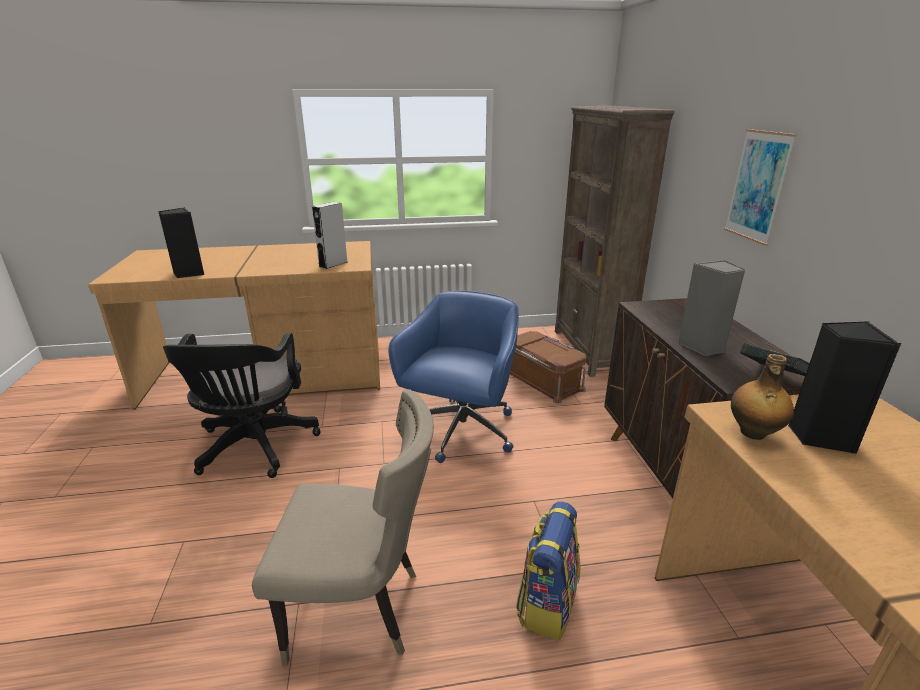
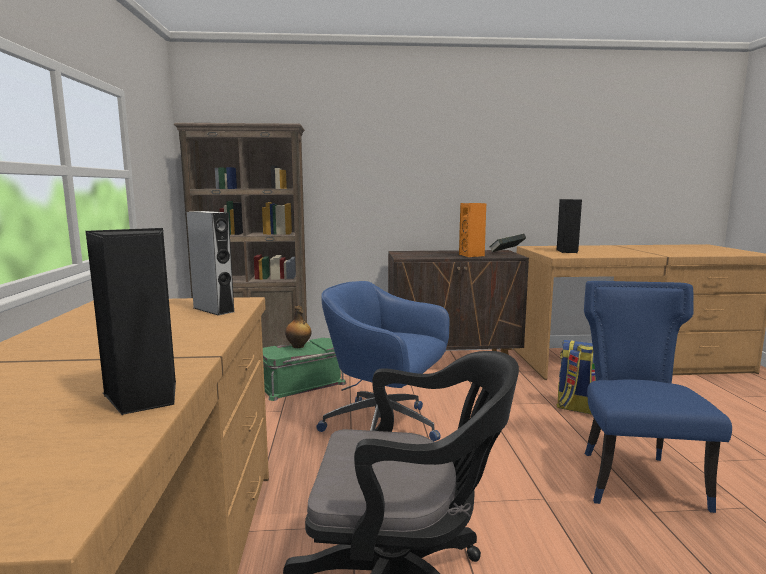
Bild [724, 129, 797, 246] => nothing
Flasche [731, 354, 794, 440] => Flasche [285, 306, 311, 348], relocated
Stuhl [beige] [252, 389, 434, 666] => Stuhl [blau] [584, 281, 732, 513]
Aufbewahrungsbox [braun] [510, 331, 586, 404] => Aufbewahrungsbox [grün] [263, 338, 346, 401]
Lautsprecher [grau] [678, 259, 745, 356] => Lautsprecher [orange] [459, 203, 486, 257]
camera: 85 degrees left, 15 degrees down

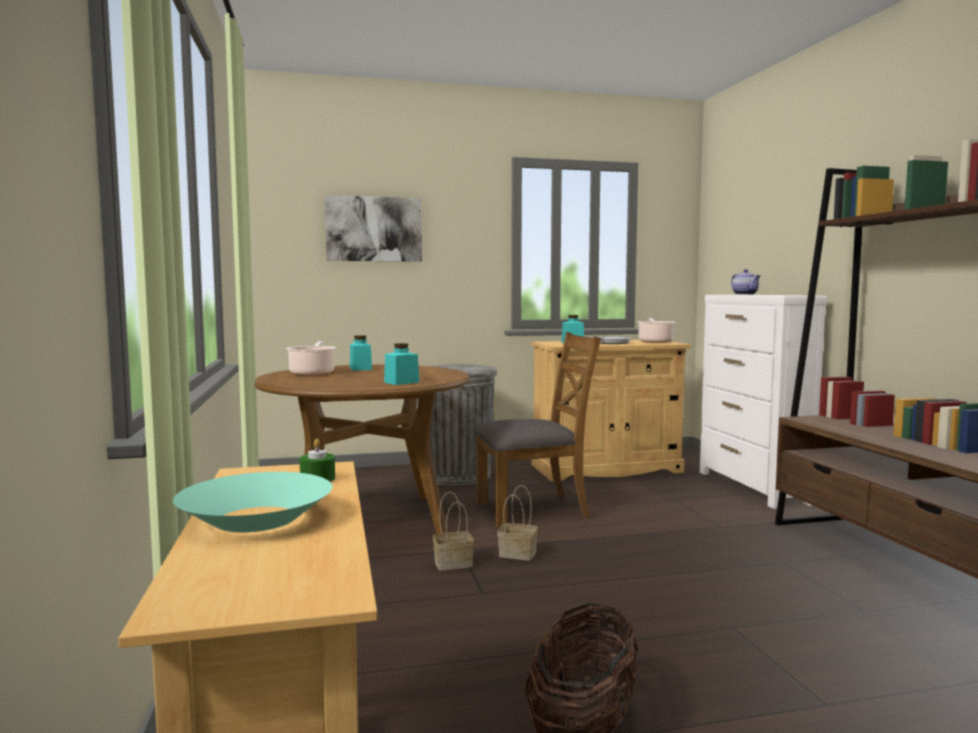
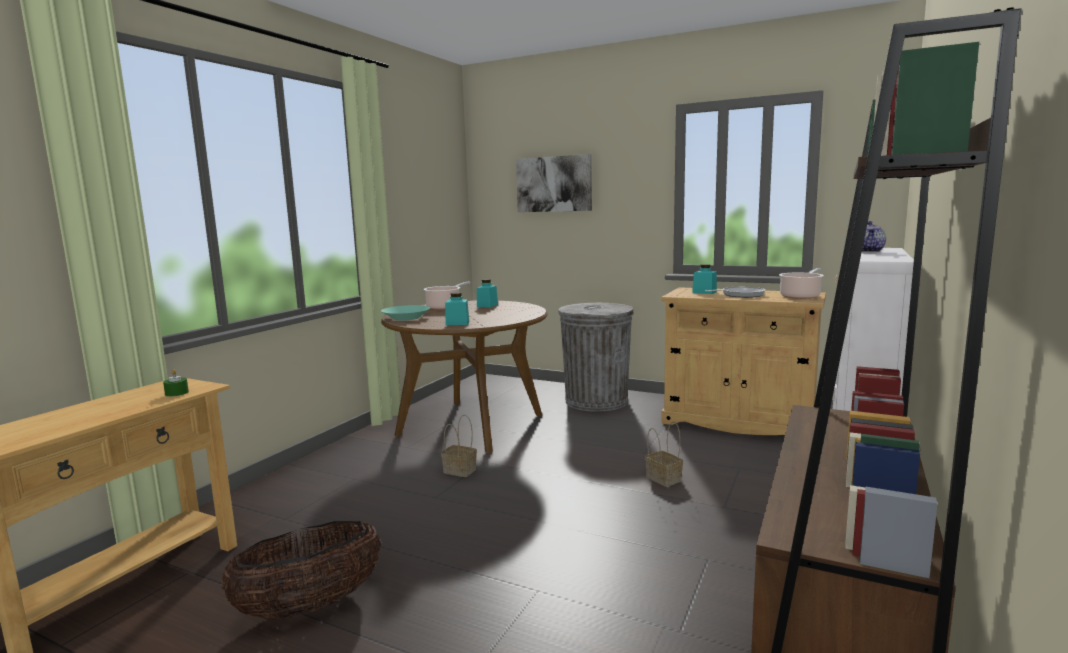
Stuhl [braun] [474, 332, 601, 528] => nothing
Schüssel [türkis] [173, 472, 332, 532] => Schüssel [türkis] [381, 305, 430, 321], relocated
Korb [497, 485, 538, 561] => Korb [645, 422, 683, 487], relocated
camera: 40 degrees right, 5 degrees up

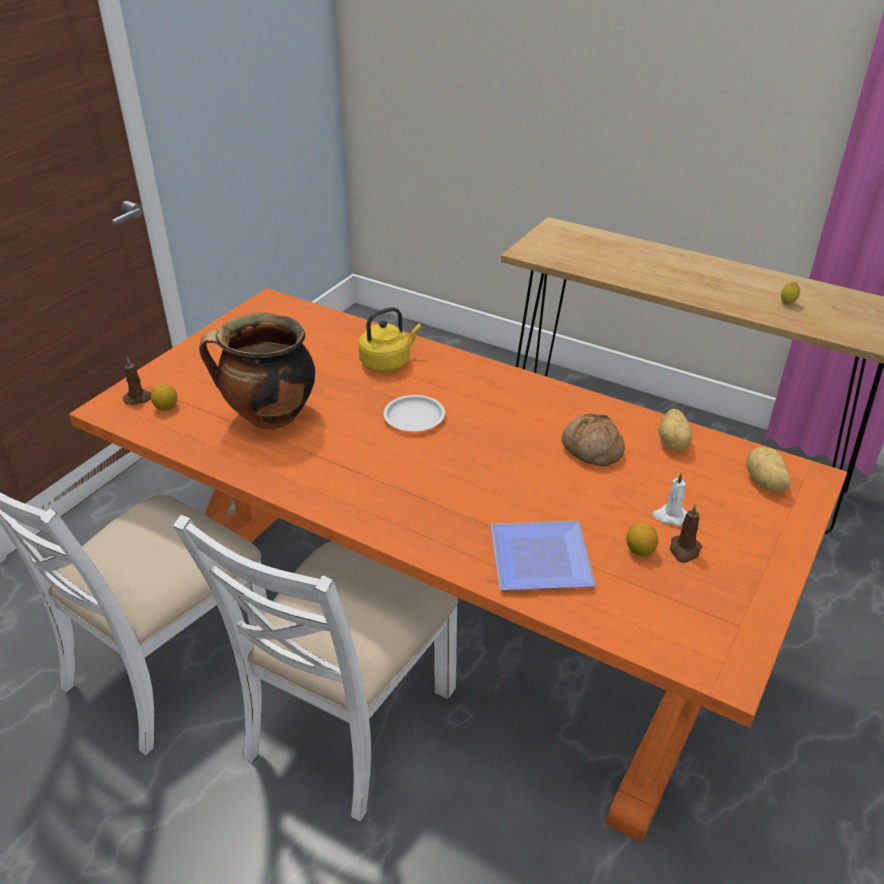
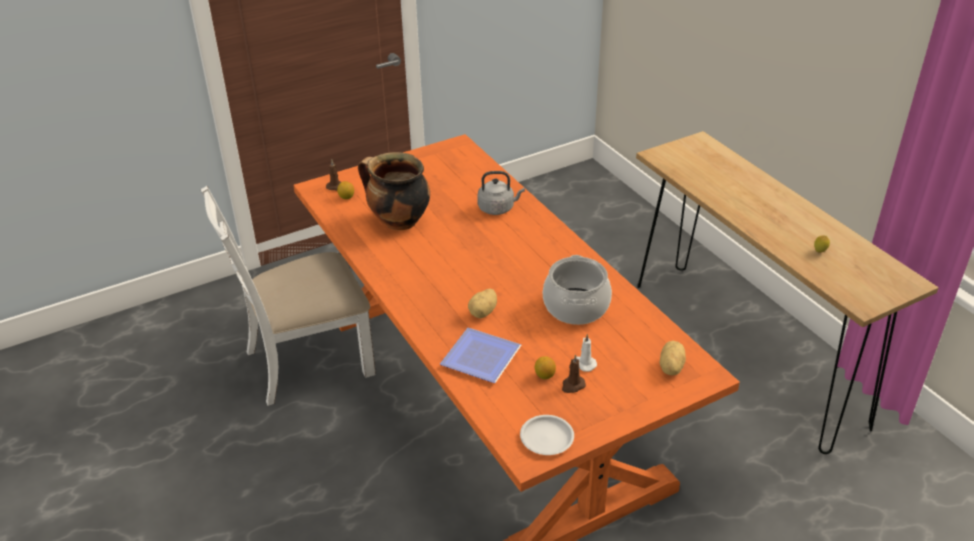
Stuhl [weiß] [173, 514, 458, 821] => nothing
Teller [weiß] [383, 395, 445, 431] => Teller [weiß] [520, 415, 574, 455], relocated
Kartoffel [658, 409, 692, 450] => Kartoffel [468, 289, 497, 318], relocated
Brot [561, 413, 625, 466] => Kochtopf [543, 255, 612, 325]
Wasserkessel [gelb] [359, 307, 421, 372] => Wasserkessel [grau] [477, 171, 525, 215]
camera: 30 degrees right, 0 degrees up

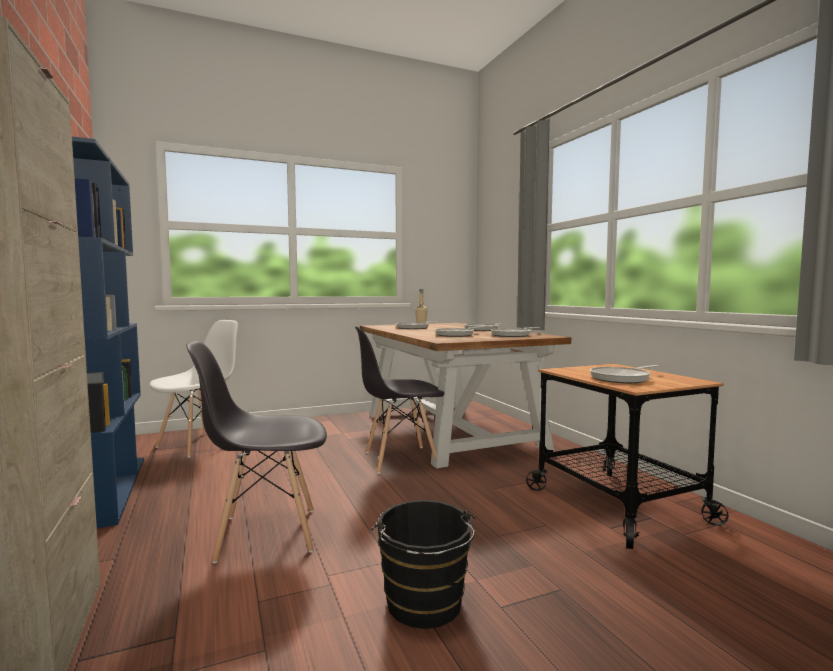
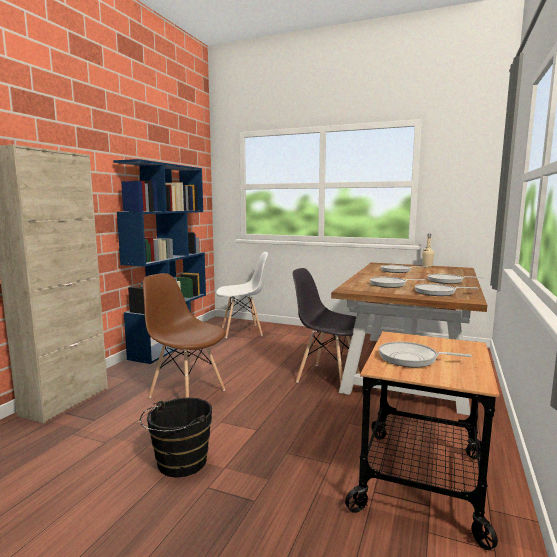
Stuhl [grau] [186, 341, 327, 564] => Stuhl [braun] [143, 273, 225, 398]
camera: 45 degrees right, 5 degrees up

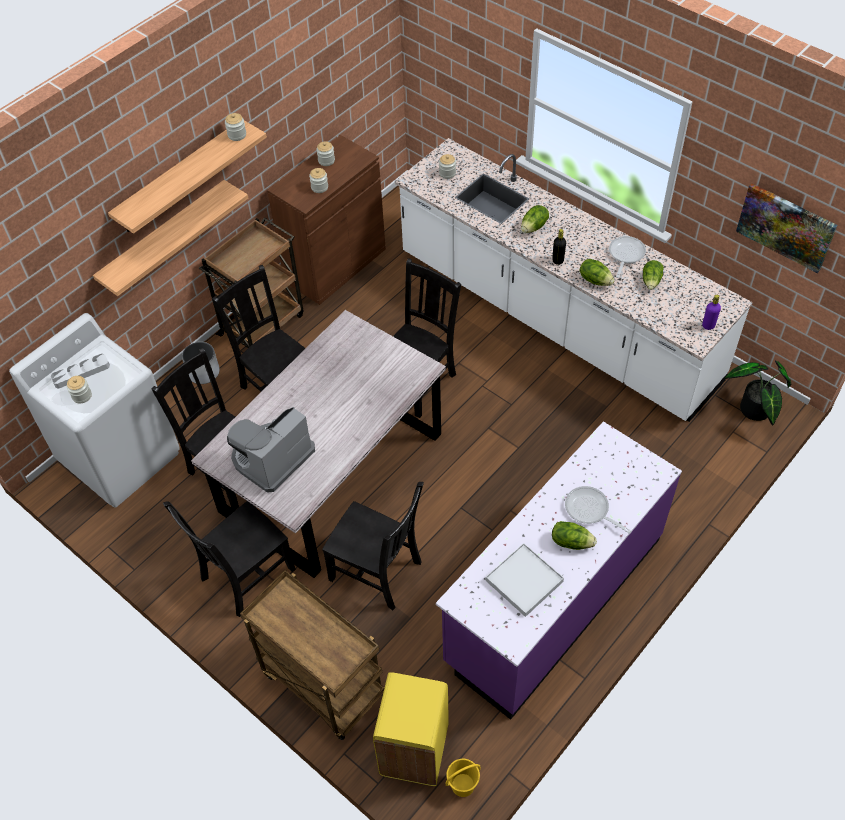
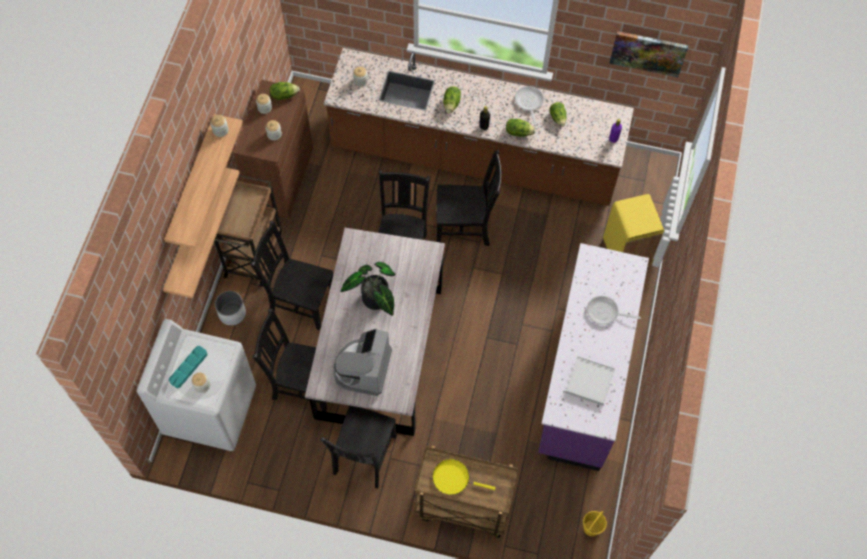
nothing => Pfanne [gelb] [432, 459, 496, 495]
Stuhl [schwarz] [322, 482, 424, 611] => Stuhl [schwarz] [436, 150, 501, 246], relocated
Mülleimer [gelb] [373, 672, 449, 786] => Mülleimer [gelb] [603, 194, 664, 266], relocated
Salatkopf [552, 521, 597, 550] => Salatkopf [270, 82, 300, 100], relocated
Topfpflanze [724, 361, 792, 425] => Topfpflanze [340, 262, 395, 316], relocated
Tablett [grau] [51, 353, 110, 388] => Tablett [türkis] [169, 346, 207, 388]
Küchenzeile [weiß] [395, 138, 753, 422] => Küchenzeile [braun] [324, 48, 634, 206]
camera: 30 degrees left, 10 degrees up

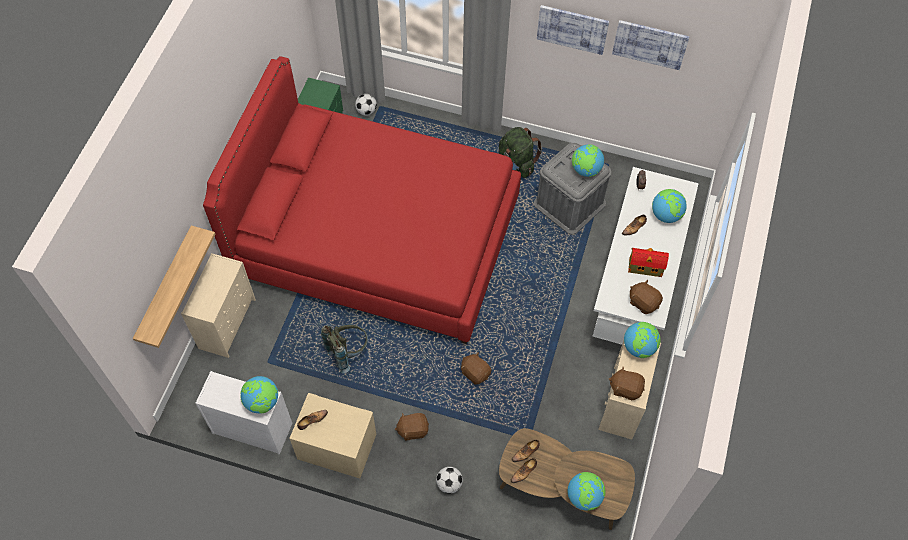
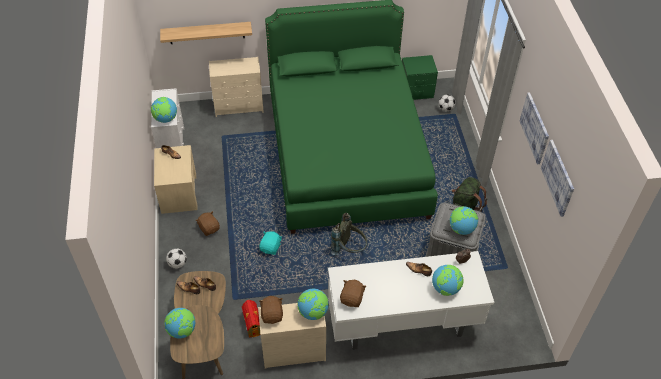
Rucksack [grau] [321, 325, 368, 373] => Rucksack [grau] [331, 213, 367, 255], relocated
Spielzeughaus [628, 248, 669, 277] => Spielzeughaus [242, 300, 261, 338], relocated
Bett [rot] [203, 56, 521, 344] => Bett [grün] [265, 0, 438, 234]
Plüschtier [braun] [461, 352, 491, 385] => Plüschtier [türkis] [259, 231, 282, 255]
camera: 65 degrees right, 10 degrees down

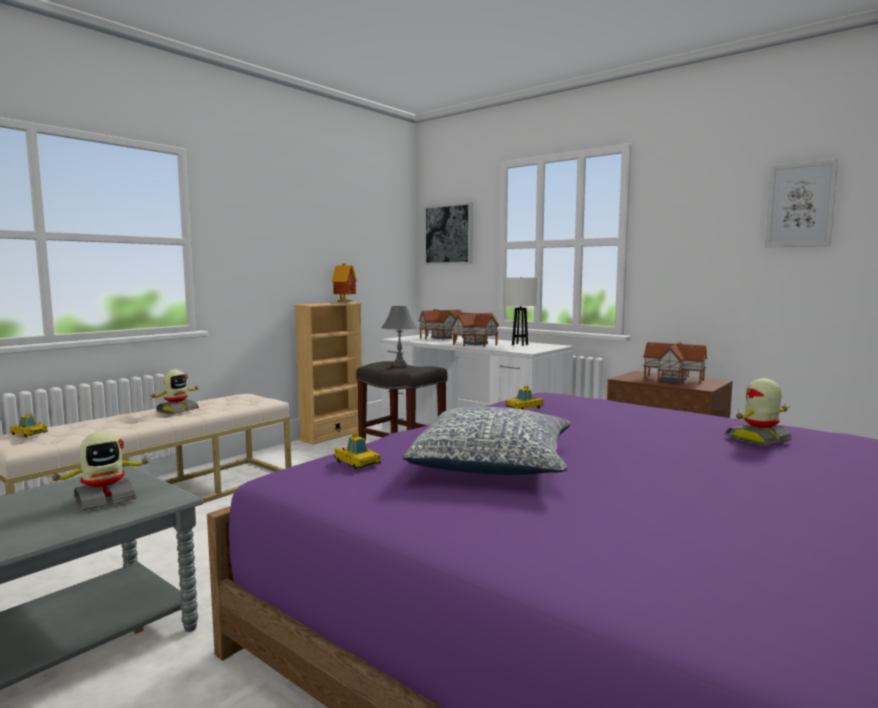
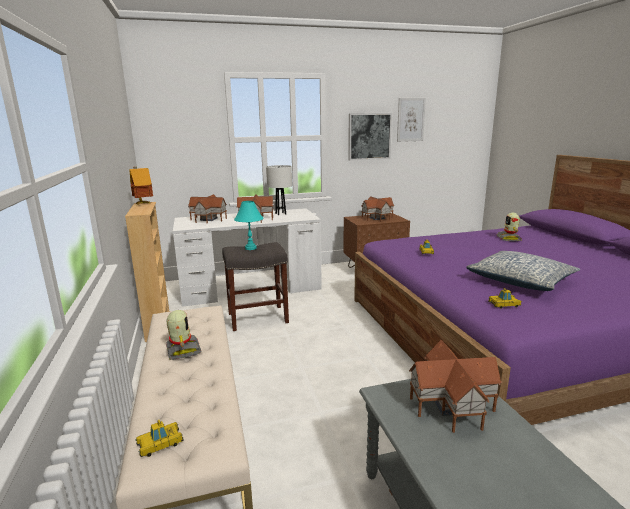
Bild [424, 202, 473, 265] => Bild [348, 113, 392, 160], relocated
Spielzeugroboter [47, 432, 152, 511] => Spielzeughaus [409, 340, 502, 433]
Tischlampe [grau] [381, 306, 417, 367] => Tischlampe [türkis] [234, 201, 263, 250]
camera: 55 degrees left, 10 degrees up

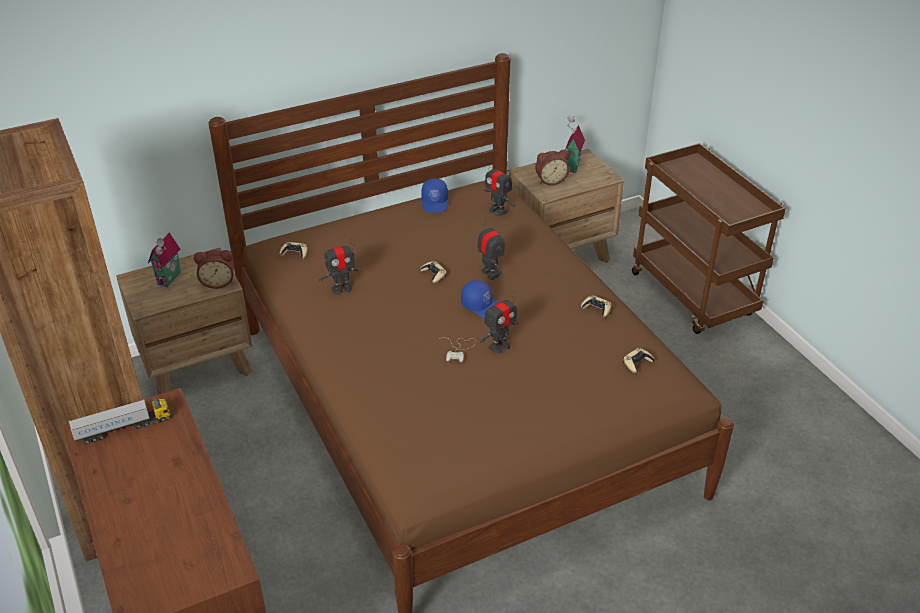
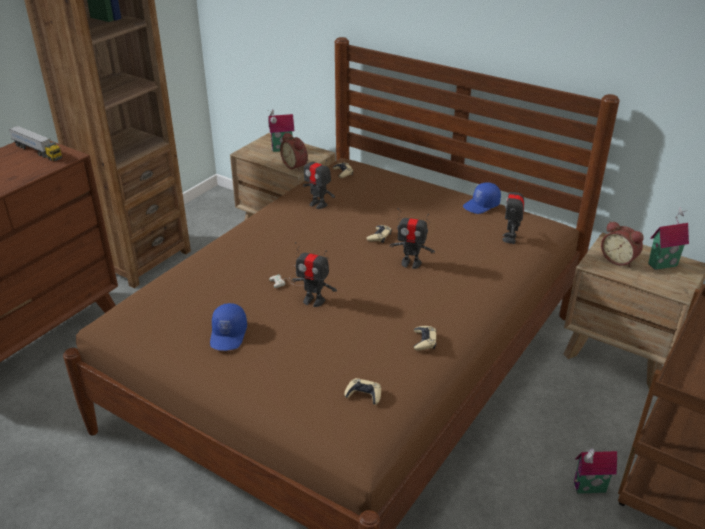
nothing => Spielzeughaus [573, 448, 617, 494]
Kappe [blau] [461, 280, 498, 318] => Kappe [blau] [210, 303, 247, 351], relocated
Spielzeugroboter [477, 218, 504, 280] => Spielzeugroboter [390, 208, 435, 269], 75 degrees clockwise
camera: 60 degrees right, 5 degrees down

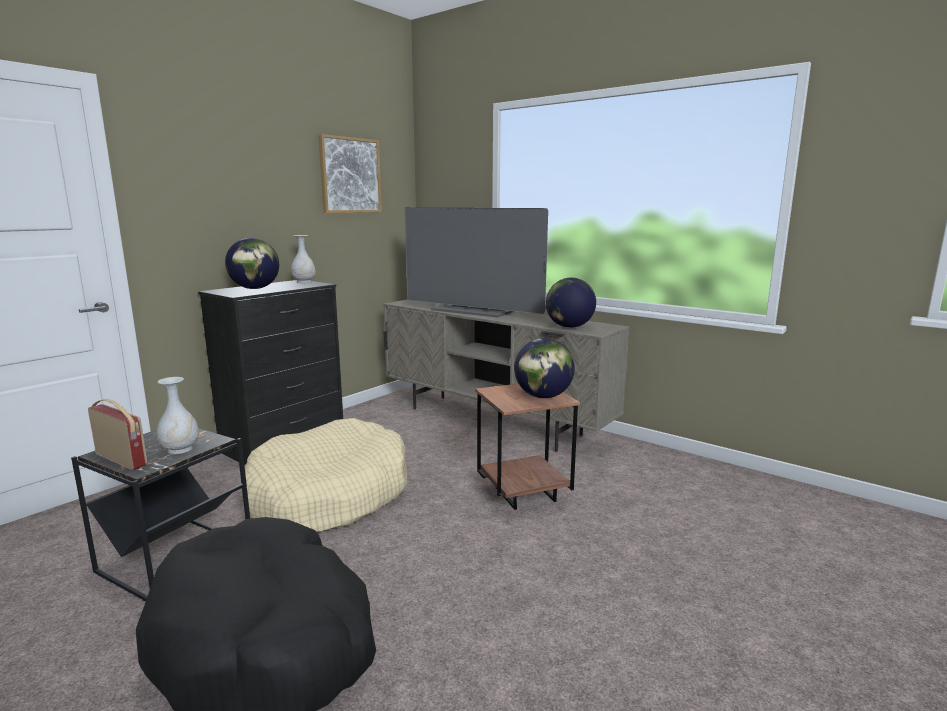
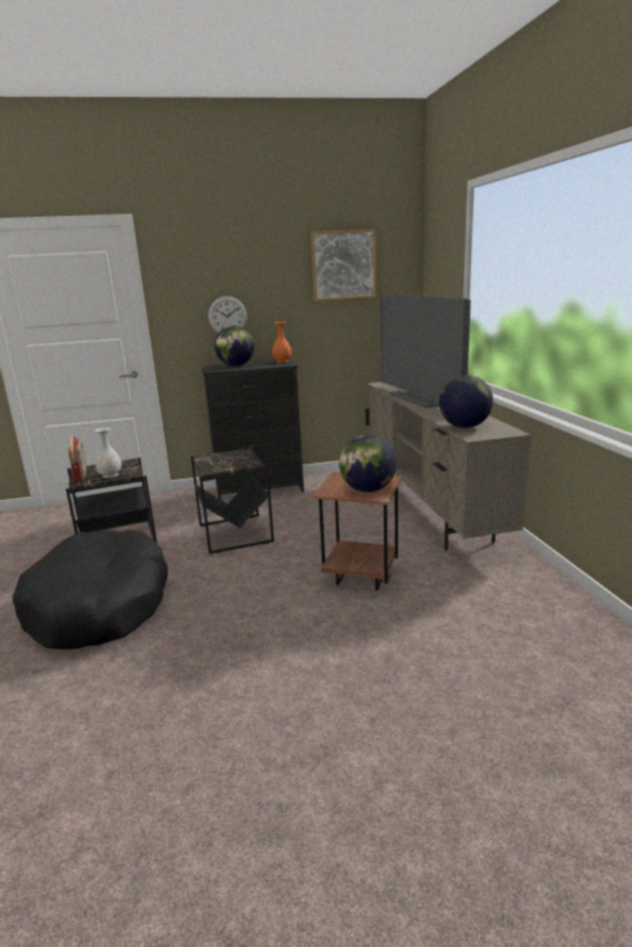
nothing => Wanduhr [208, 296, 247, 333]
Hundebett [beige] [242, 418, 407, 532] => Beistelltisch [schwarz] [191, 447, 274, 554]
Vase [weiß] [291, 235, 316, 283] => Vase [orange] [272, 322, 292, 363]
camera: 40 degrees right, 5 degrees up

